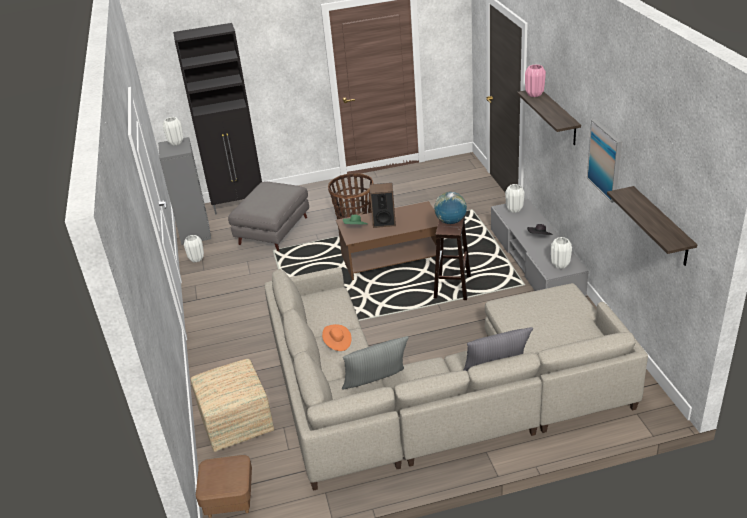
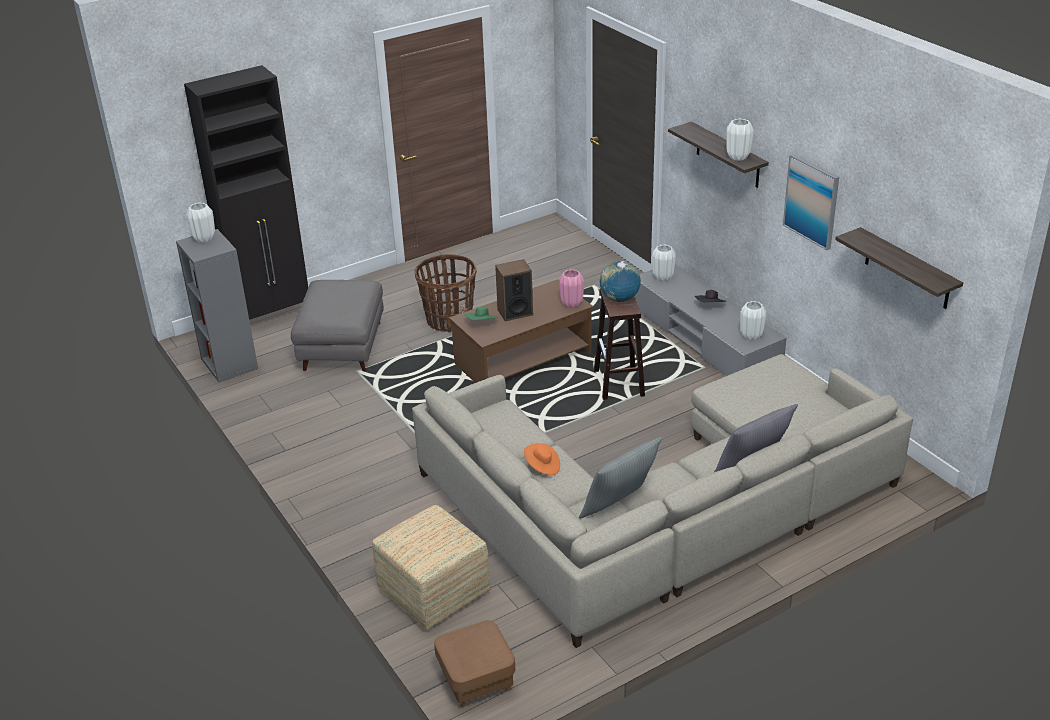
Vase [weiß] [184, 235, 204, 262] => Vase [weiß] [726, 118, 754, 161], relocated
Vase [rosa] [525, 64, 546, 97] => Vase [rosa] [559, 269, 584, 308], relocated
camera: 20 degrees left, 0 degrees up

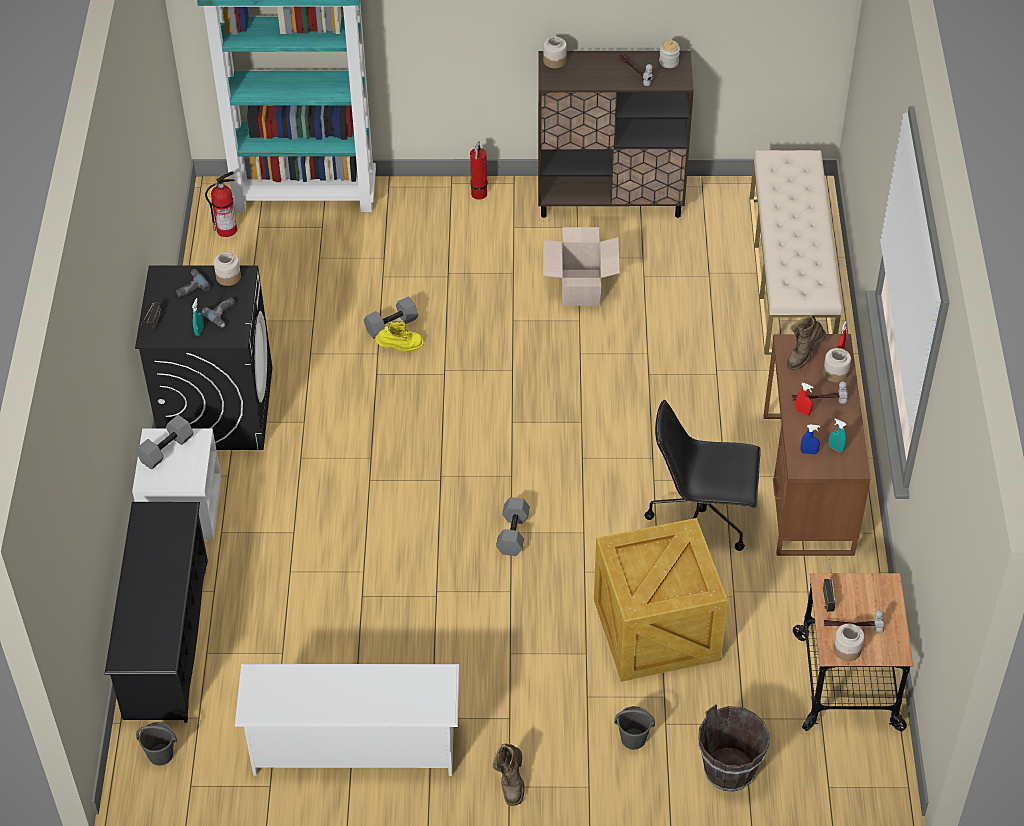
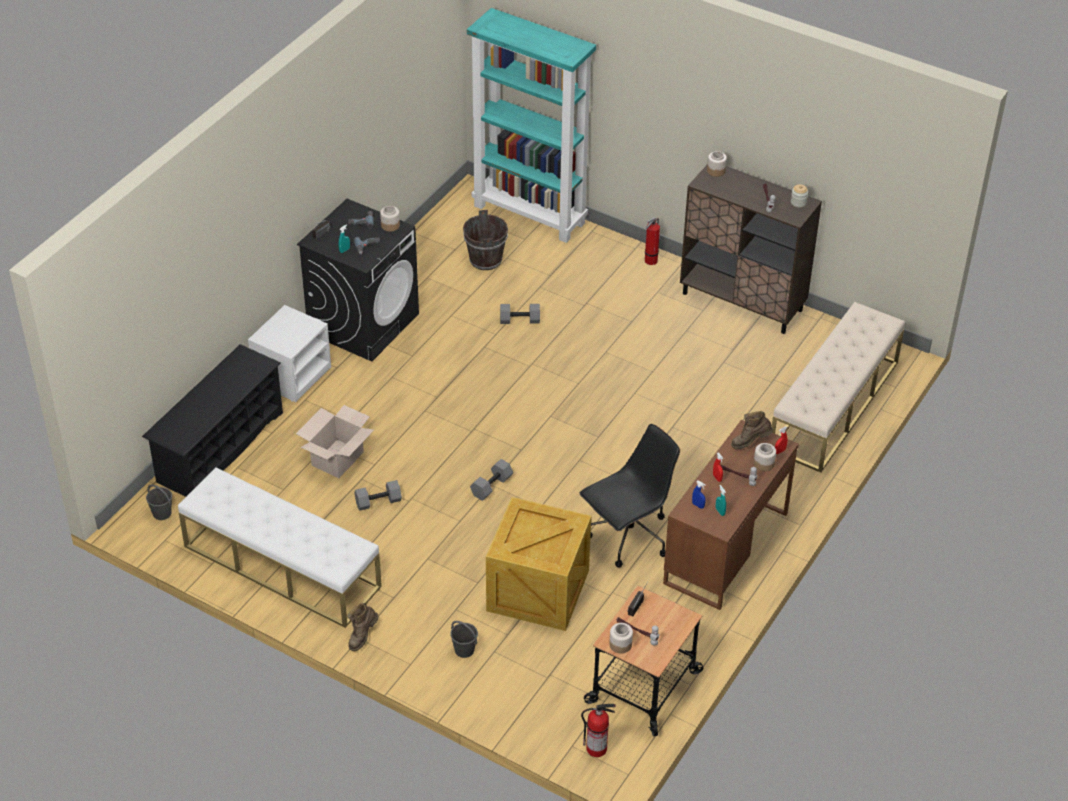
Stiefel [gelb] [375, 321, 423, 352] => nothing
Hantel [grau] [136, 415, 194, 469] => Hantel [grau] [354, 480, 402, 511], relocated
Feuerlöscher [205, 171, 237, 237] => Feuerlöscher [581, 704, 616, 757], relocated
Karton [543, 227, 620, 306] => Karton [296, 405, 374, 478], relocated
Eimer [braun] [698, 704, 770, 792] => Eimer [braun] [463, 210, 508, 270], relocated
Schuhregal [weiß] [235, 664, 460, 776] => Bank [weiß] [178, 467, 382, 628]
Bürostuhl [schwarz] [645, 400, 761, 551] => Bürostuhl [schwarz] [580, 424, 680, 568], 105 degrees clockwise
camera: 30 degrees right, 5 degrees down

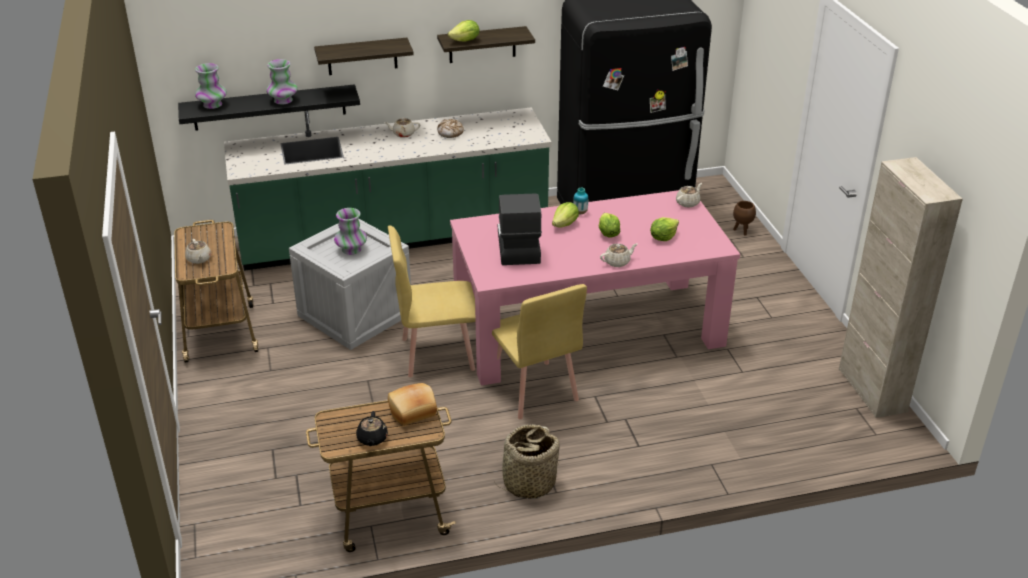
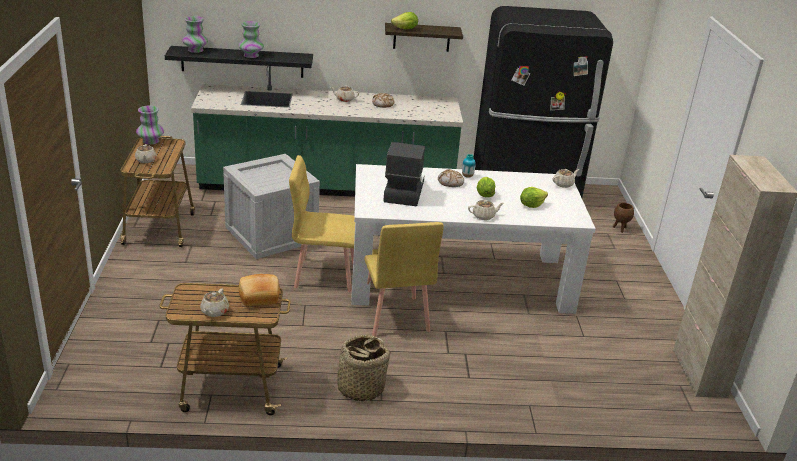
Wandregal [314, 38, 414, 75] => nothing
Vase [334, 208, 367, 255] => Vase [136, 105, 164, 145], relocated
Salatkopf [552, 202, 579, 228] => Brot [438, 169, 464, 187]
Teekanne [schwarz] [356, 411, 388, 446] => Teekanne [beige] [200, 288, 229, 317]
Esstisch [rosa] [450, 190, 740, 386] => Esstisch [weiß] [351, 164, 596, 314]
camera: 10 degrees right, 5 degrees down

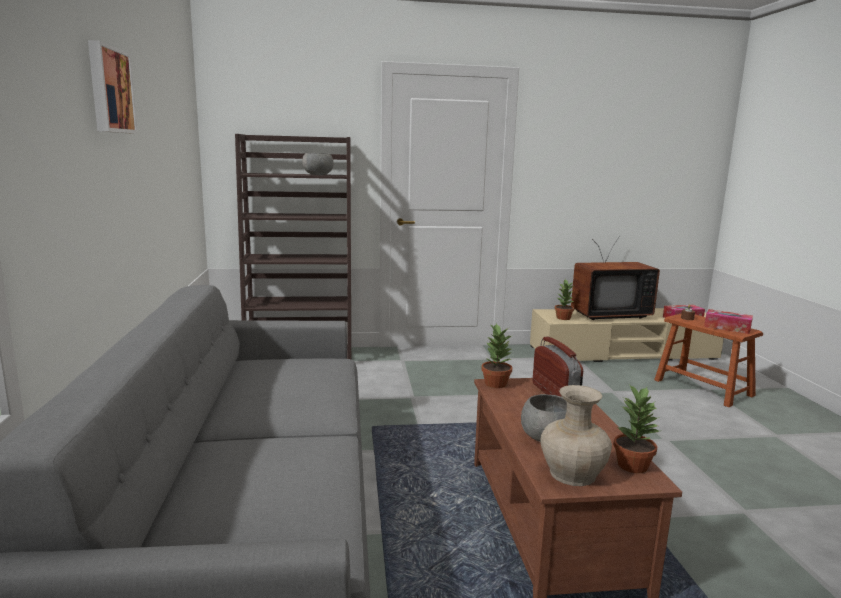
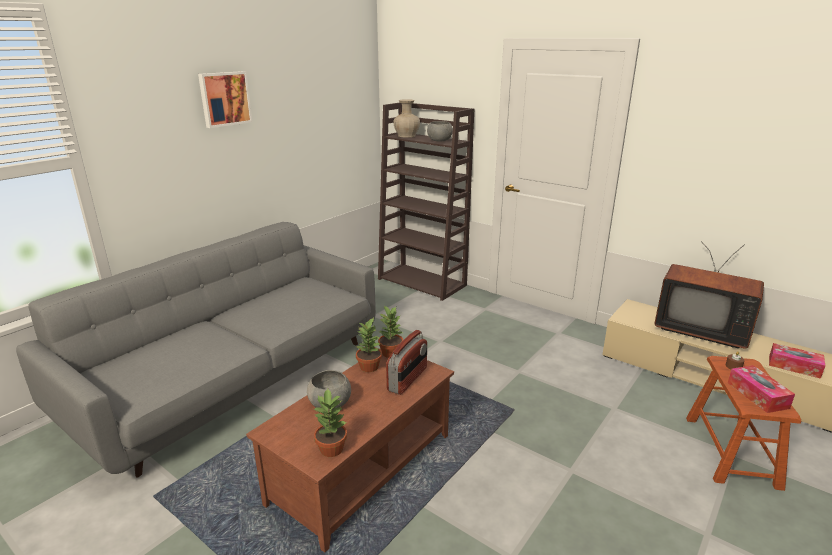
Vase [beige] [541, 385, 612, 486] => Vase [beige] [393, 99, 420, 137], relocated
Topfpflanze [555, 279, 574, 320] => Topfpflanze [356, 318, 382, 372], relocated
camera: 45 degrees right, 10 degrees up

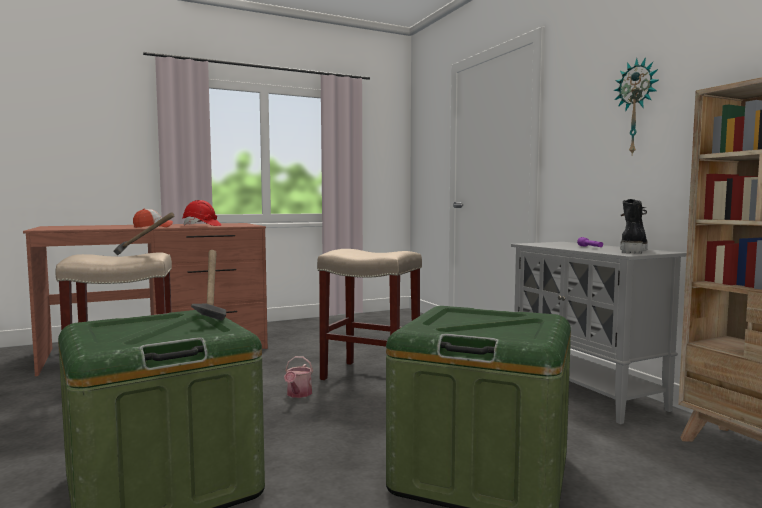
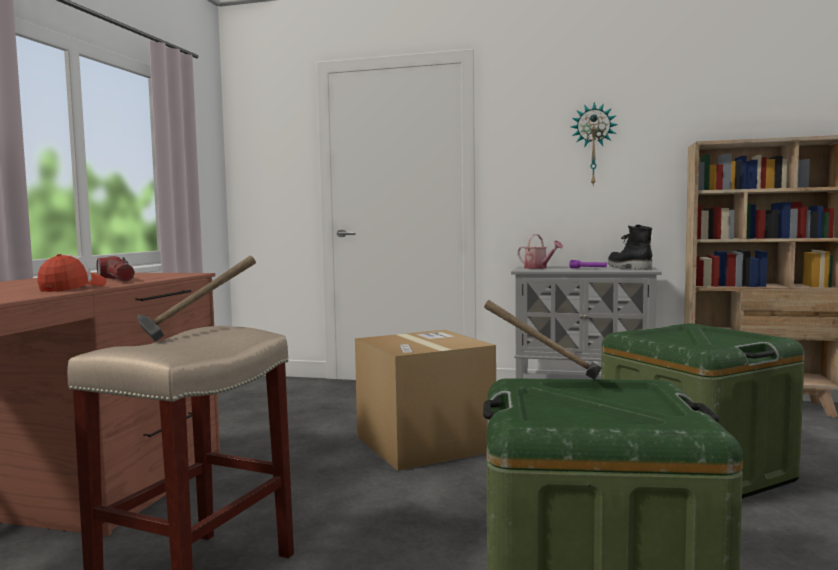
Gießkanne [284, 356, 313, 398] => Gießkanne [517, 234, 563, 269], relocated
Schutzhelm [rot] [182, 200, 222, 226] => Taschenlampe [97, 256, 135, 281]
Hocker [beige] [317, 249, 422, 380] => Karton [355, 330, 496, 471]
camera: 50 degrees left, 0 degrees up

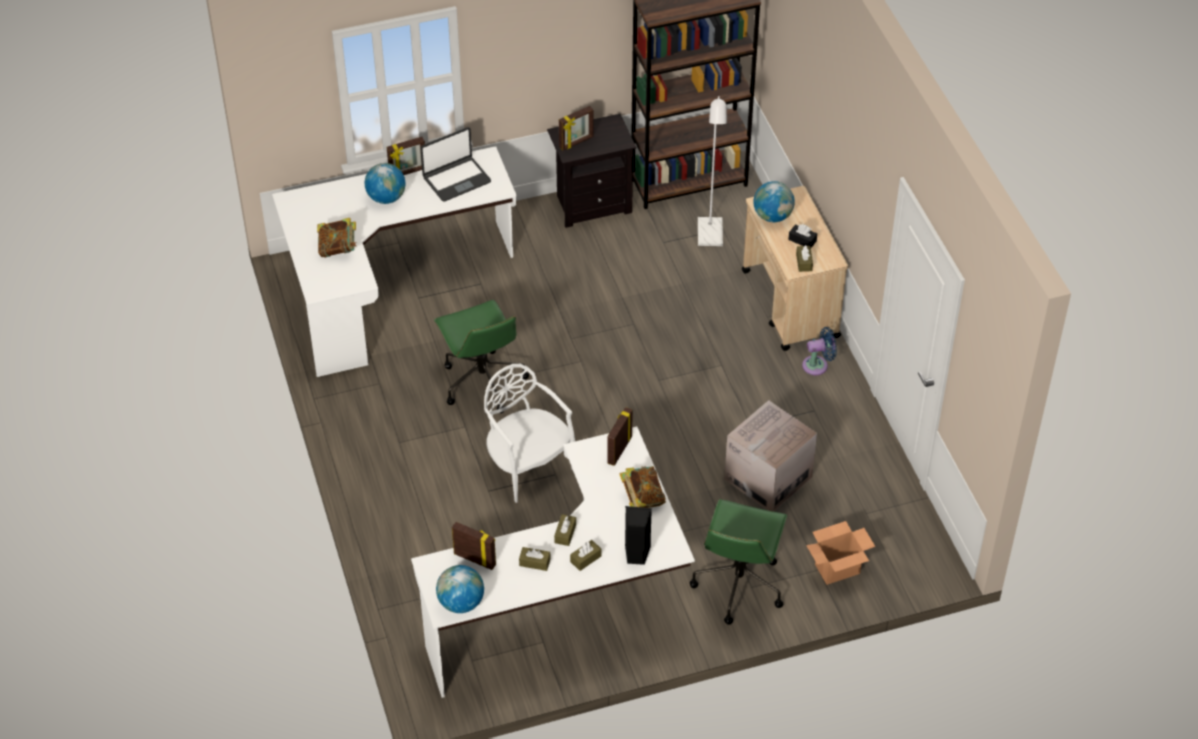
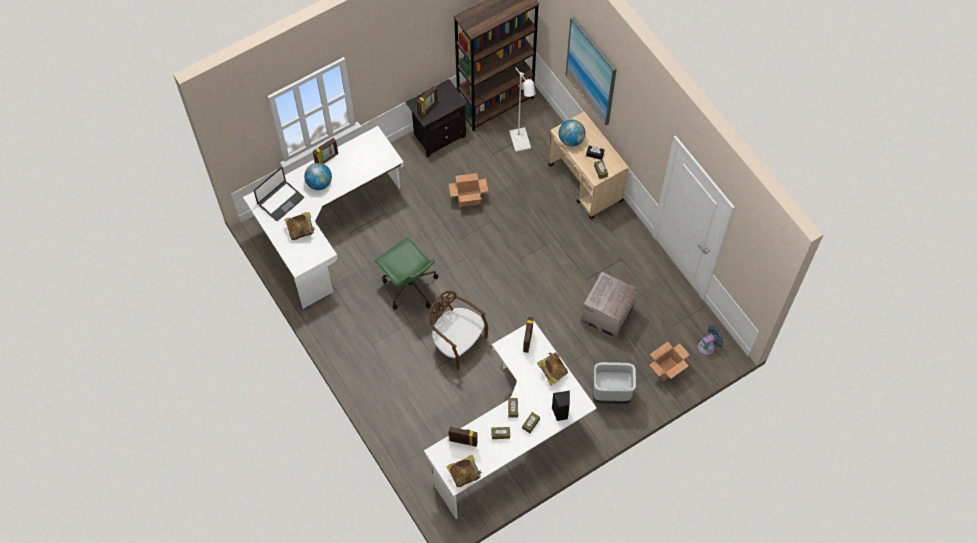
nothing => Karton [449, 173, 488, 207]
nothing => Bild [566, 16, 617, 125]
Laptop [420, 127, 491, 202] => Laptop [254, 167, 304, 221], relocated
Ventilator [blau] [802, 327, 837, 375] => Ventilator [blau] [698, 325, 724, 355], relocated
Globus [436, 565, 484, 613] => Buch [447, 455, 482, 487]
Bürostuhl [grün] [690, 499, 787, 625] => Mülleimer [grau] [593, 362, 636, 404]
Stuhl [weiß] [484, 364, 575, 503] => Stuhl [braun] [430, 291, 488, 370]
camera: 15 degrees left, 15 degrees up

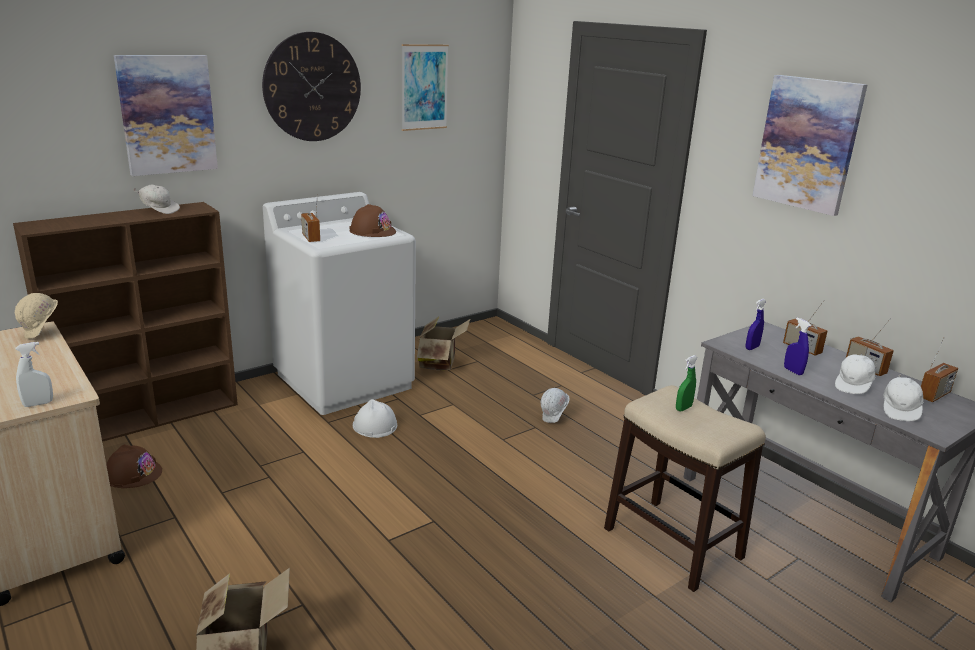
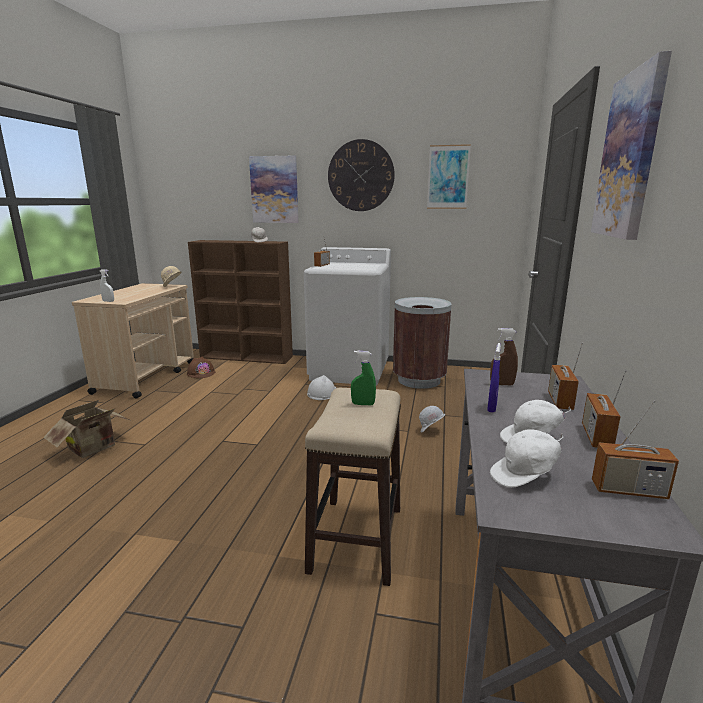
Schutzhelm [braun] [349, 204, 396, 237] => nothing
Karton [417, 317, 470, 370] => Mülleimer [braun] [393, 297, 452, 389]
Sprühflasche [blau] [746, 299, 766, 350] => Sprühflasche [braun] [490, 328, 518, 385]
camera: 50 degrees right, 5 degrees down

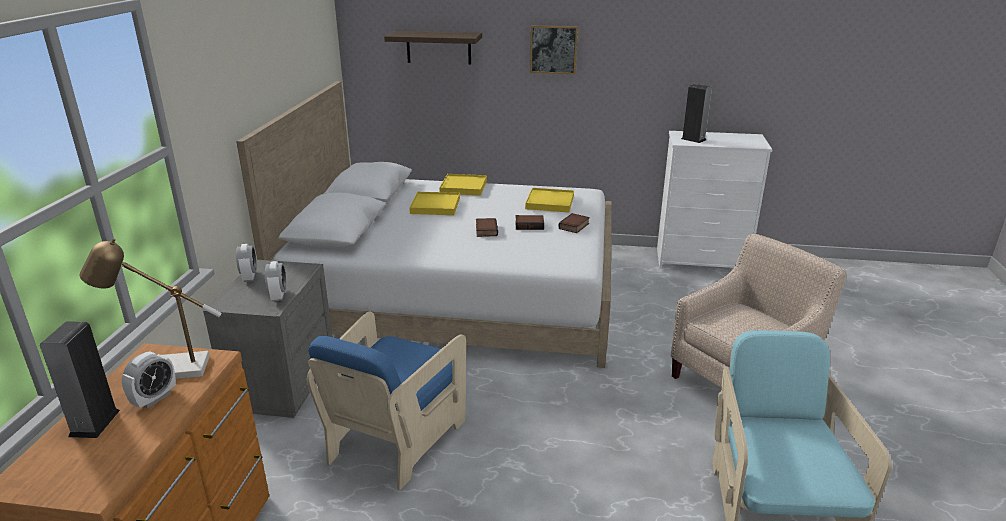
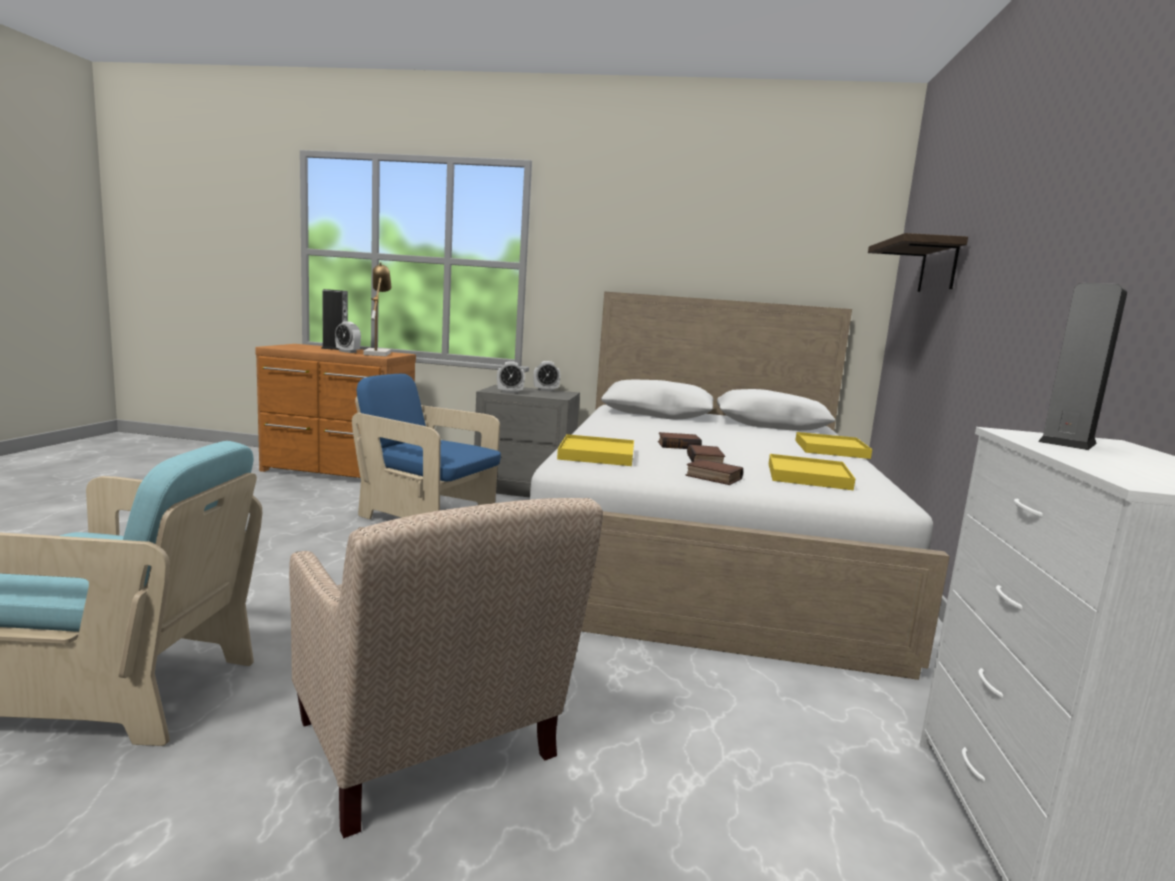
Bild [530, 25, 578, 74] => nothing
Tablett [gelb] [409, 192, 460, 215] => Tablett [gelb] [557, 434, 634, 466], relocated
camera: 90 degrees right, 15 degrees down

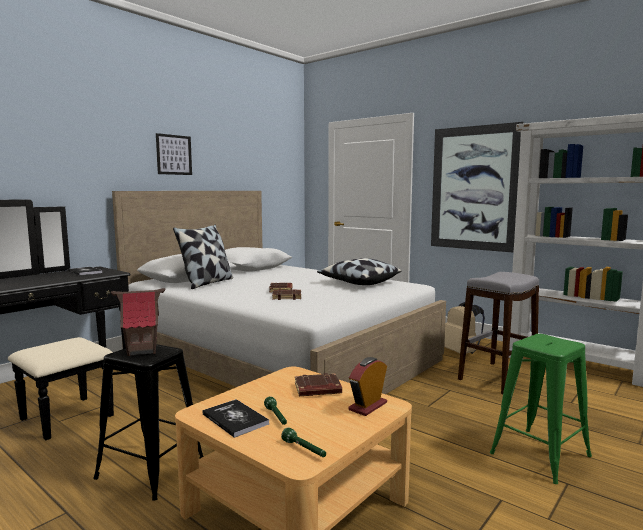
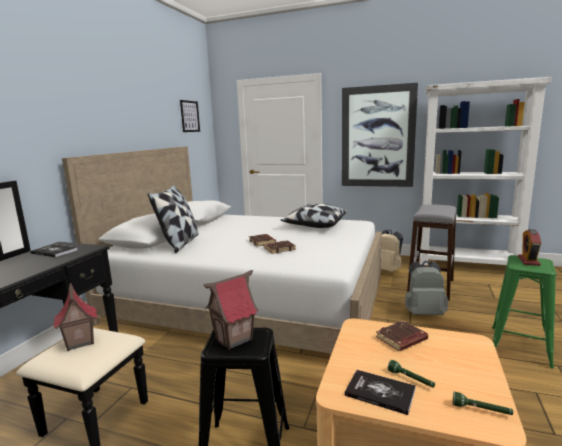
nothing => Spielzeughaus [53, 283, 98, 351]
nothing => Rucksack [grau] [405, 261, 448, 315]
Bild [156, 133, 192, 175] => Bild [180, 100, 200, 132], relocated
Wecker [348, 357, 387, 416] => Wecker [518, 229, 541, 266], relocated
camera: 20 degrees left, 5 degrees up

